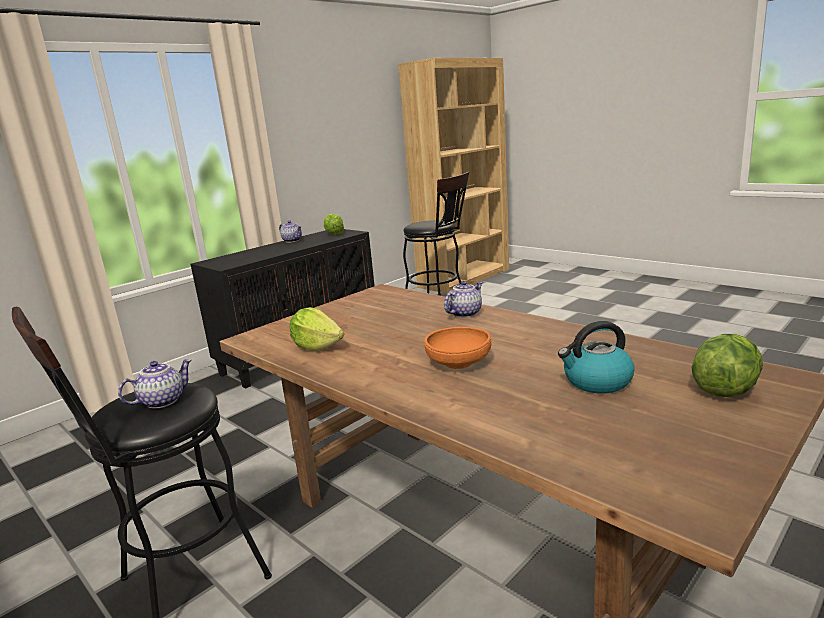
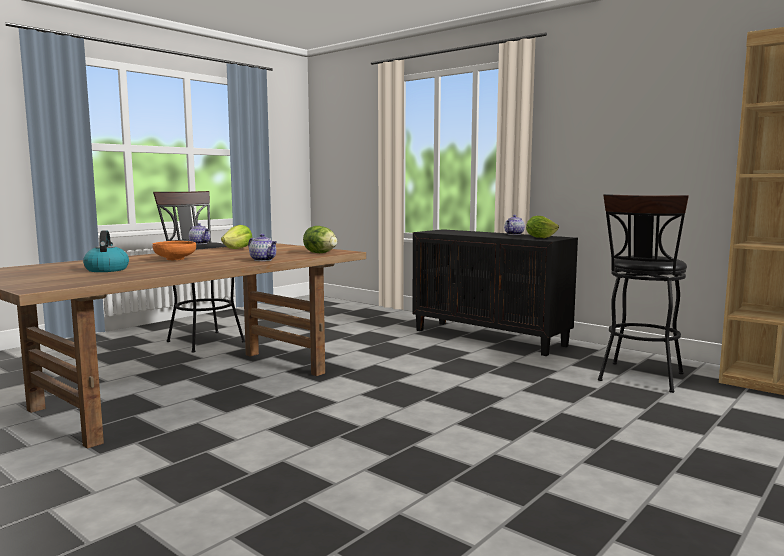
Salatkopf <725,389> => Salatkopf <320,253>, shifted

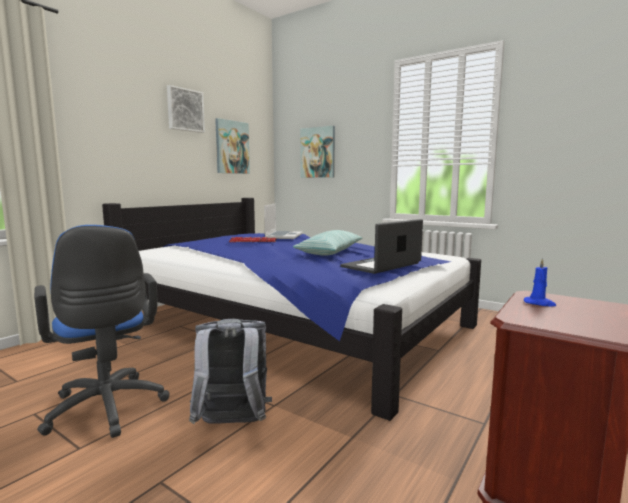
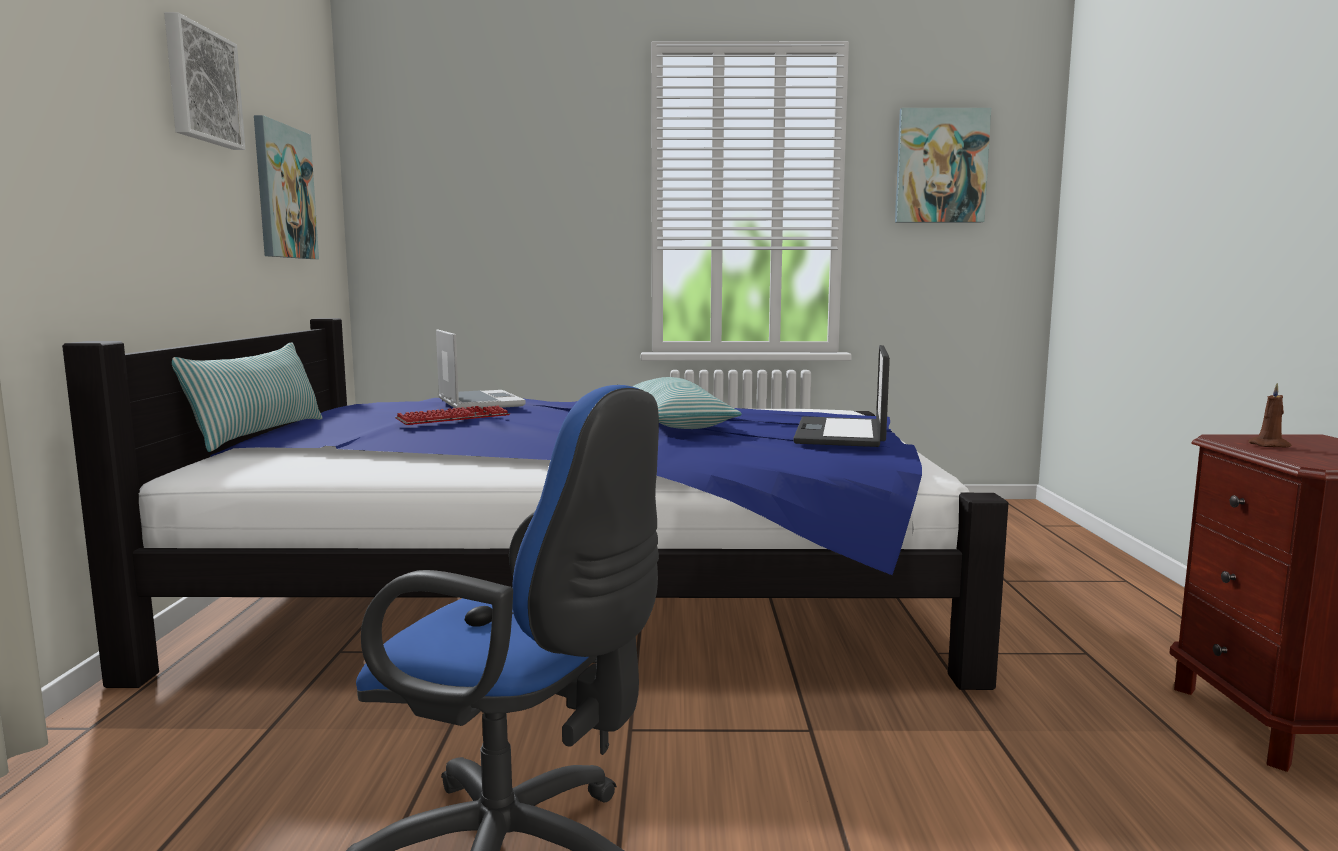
Bild <318,152> => Bild <941,166>, shifted
Kerze [blau] <539,303> => Kerze [braun] <1271,445>
Rucksack [grau] <232,425> => nothing
nothing => Kissen <258,433>

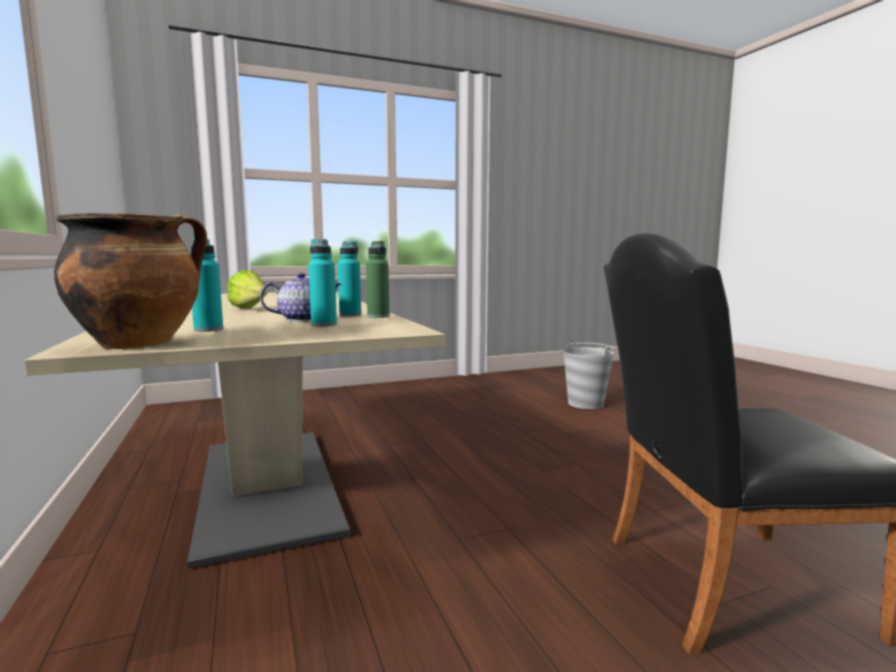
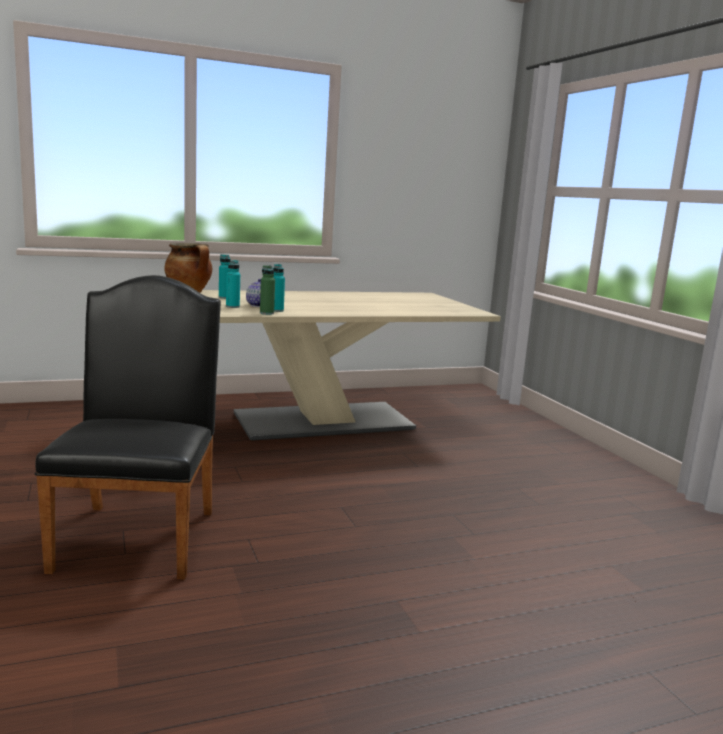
Salatkopf <251,309> => nothing
Eimer [grau] <586,403> => nothing

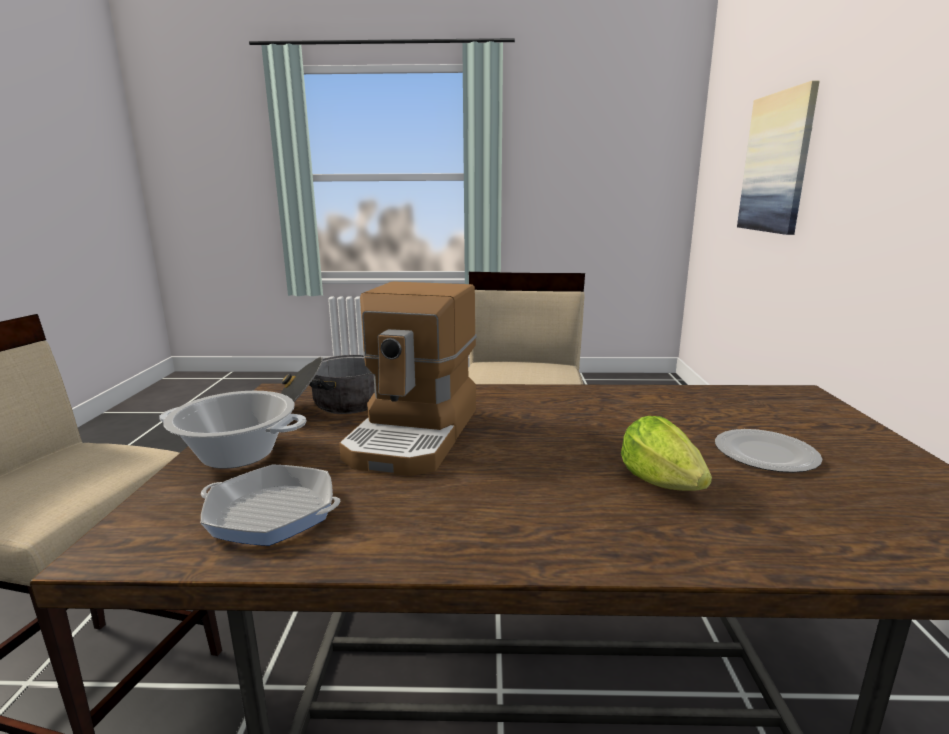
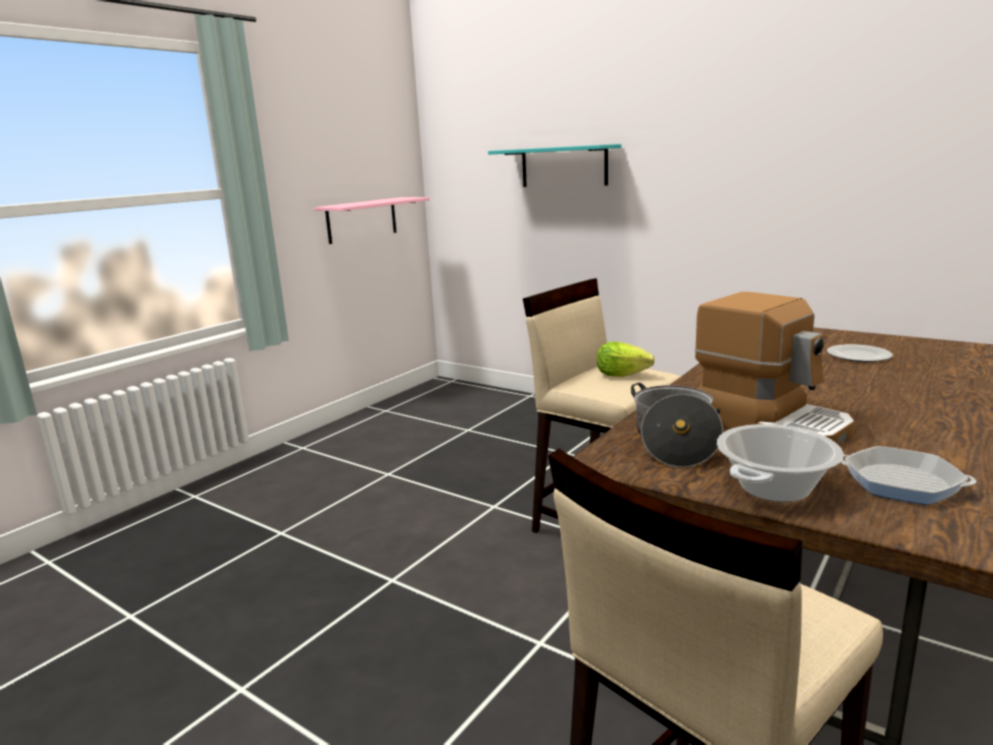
Bild <777,163> => Wandregal [türkis] <564,166>
Salatkopf <661,482> => Salatkopf <621,375>, shifted
Pfanne <271,513> => Pfanne <902,483>, 105 degrees counterclockwise
nothing => Wandregal [rosa] <362,220>

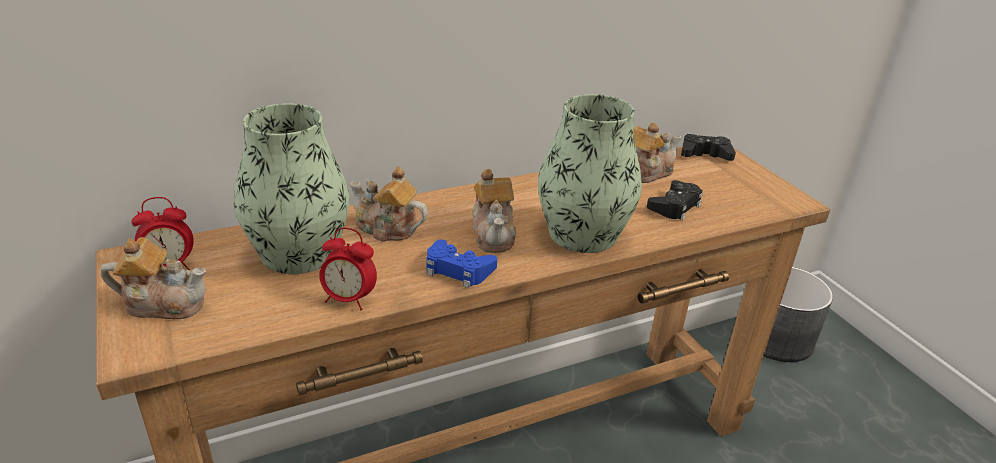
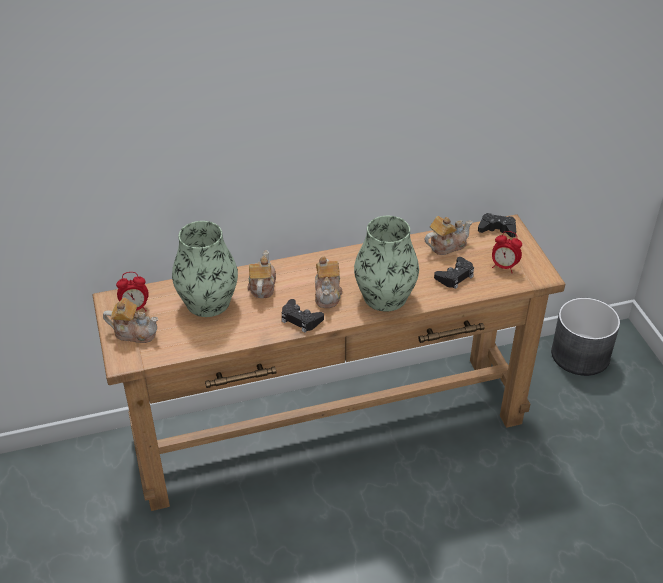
Teekanne <387,229> => Teekanne <262,286>, 60 degrees clockwise
Wecker <349,300> => Wecker <504,267>, shifted
Gamepad [blau] <458,270> => Gamepad [schwarz] <300,319>

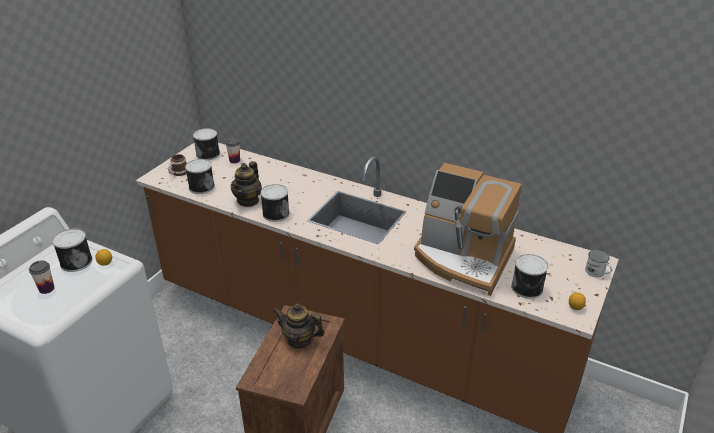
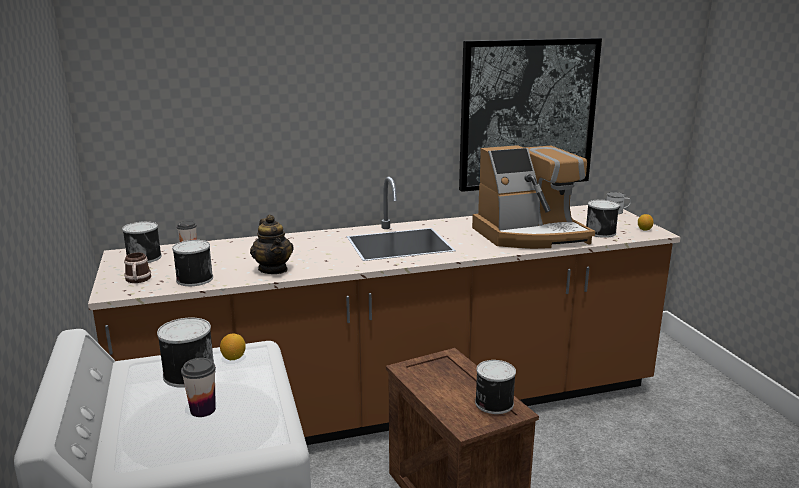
Dose <275,213> => Dose <493,403>, shifted
Teekanne <299,340> => nothing
nothing => Bild <527,114>

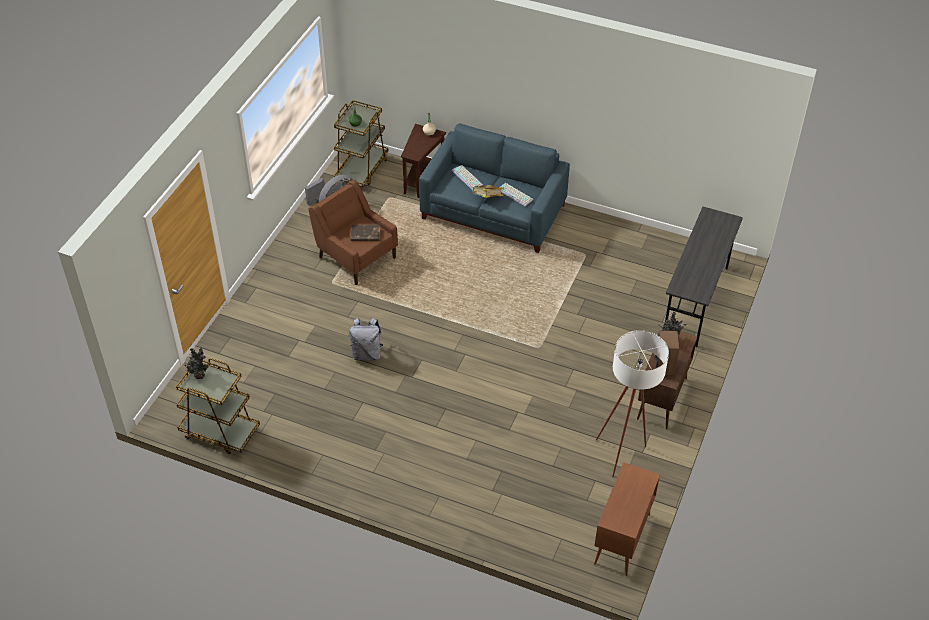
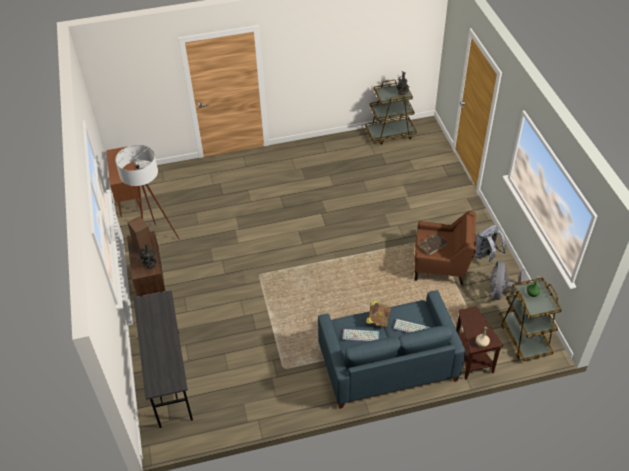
Rucksack [grau] <367,353> => Rucksack [grau] <486,256>, shifted

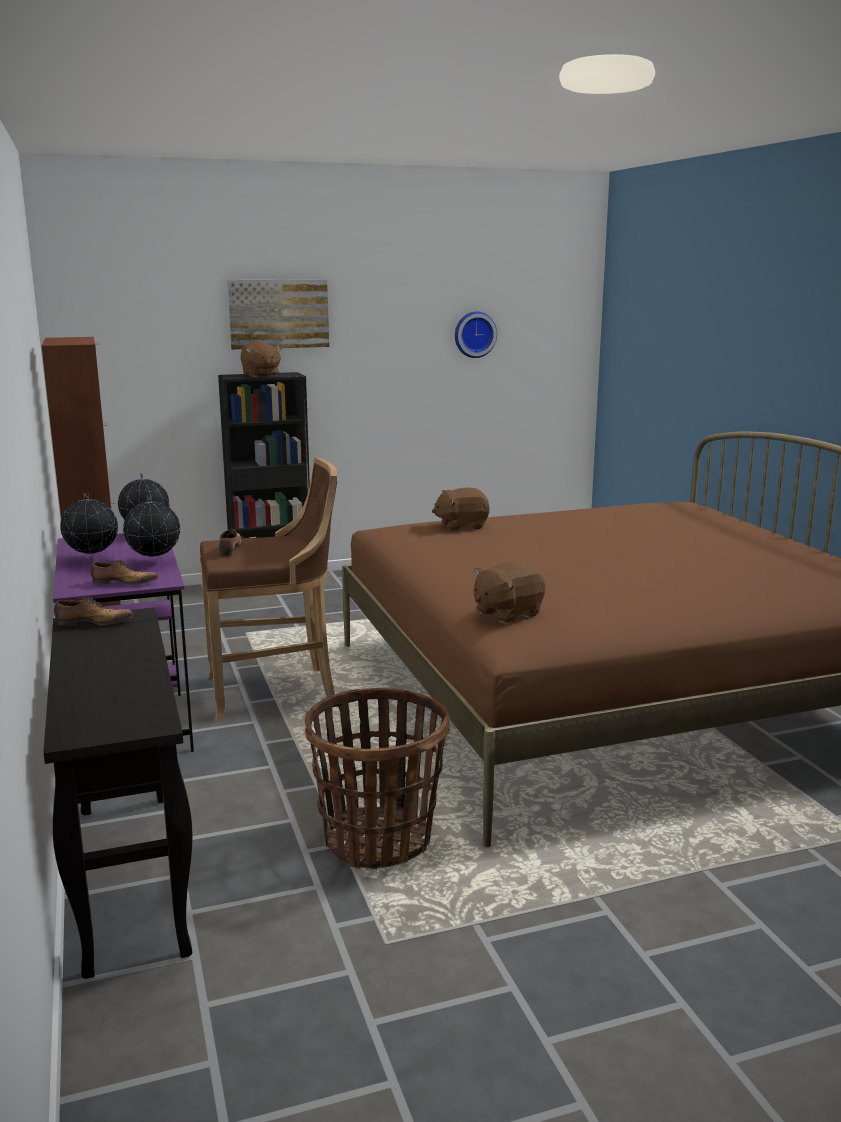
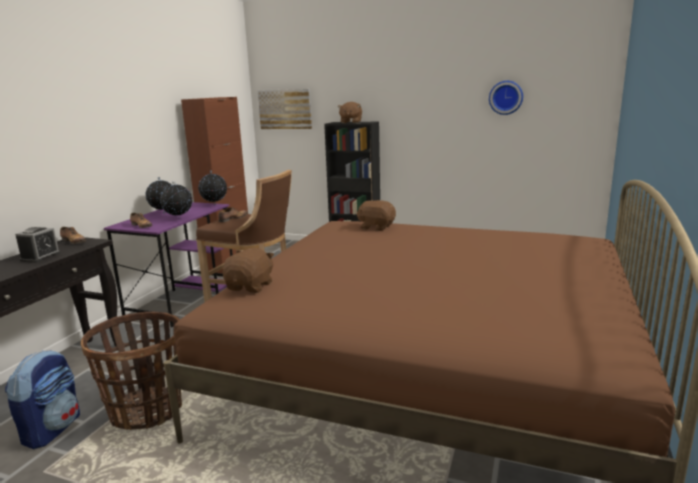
Bild <278,314> => Bild <285,109>, shifted
Plüschtier [braun] <507,613> => Plüschtier [braun] <251,286>, 105 degrees clockwise
nothing => Wecker <40,257>
nothing => Rucksack <52,429>

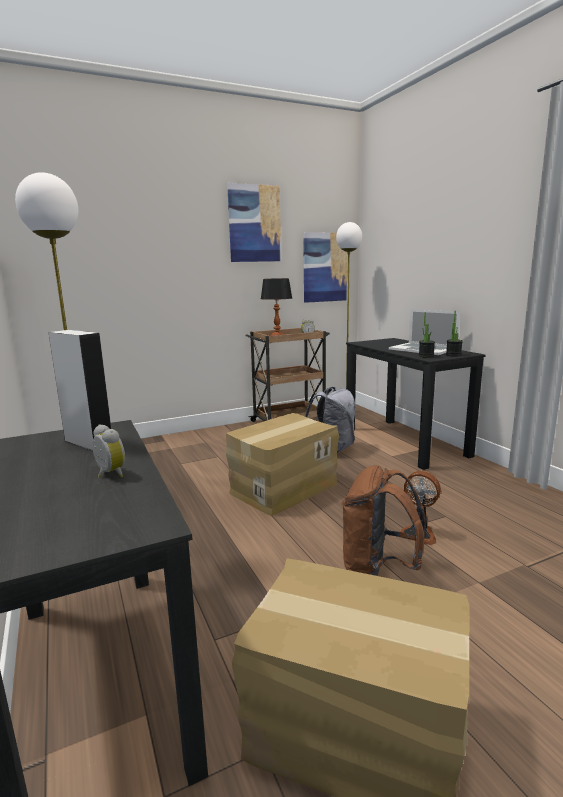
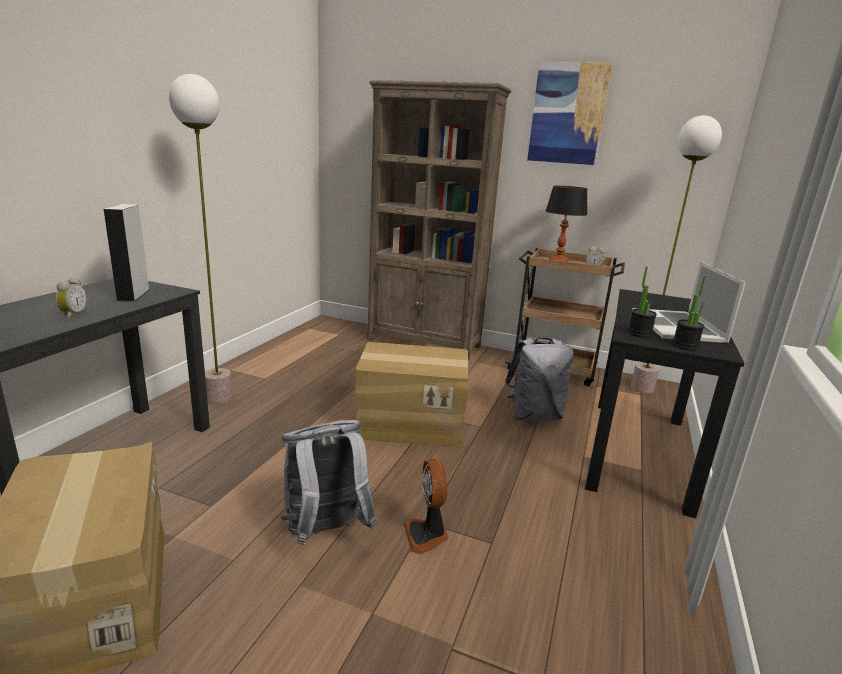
Bild <325,267> => nothing
Rucksack [braun] <378,570> => Rucksack [grau] <325,532>
nothing => Bücherregal [braun] <424,343>

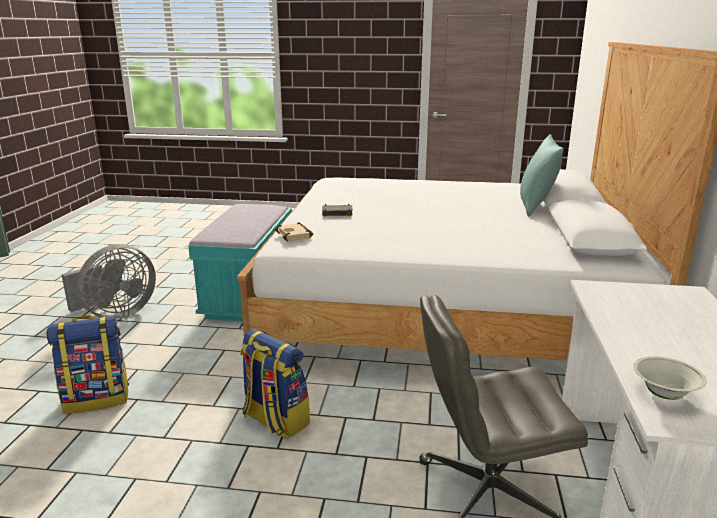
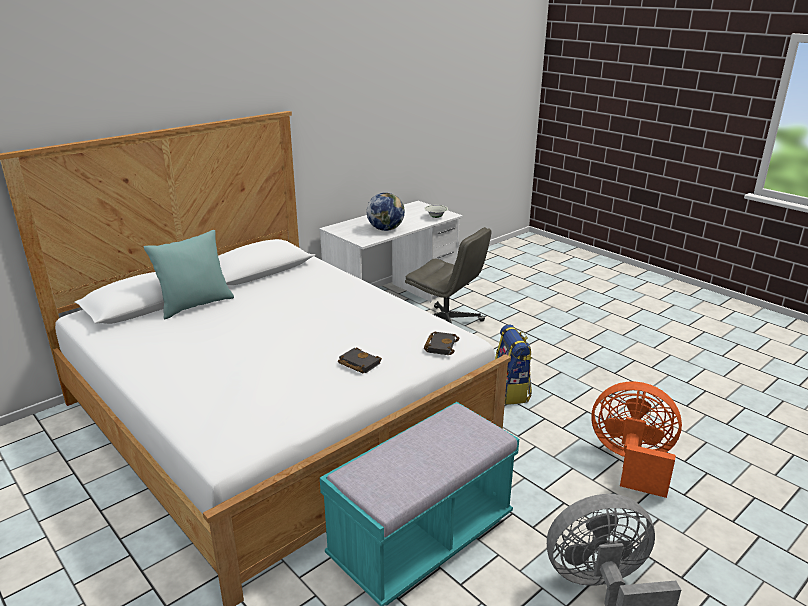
Buch [beige] <295,235> => Buch [schwarz] <440,345>
Rucksack <97,398> => Ventilator [orange] <631,462>
nothing => Globus <385,229>

